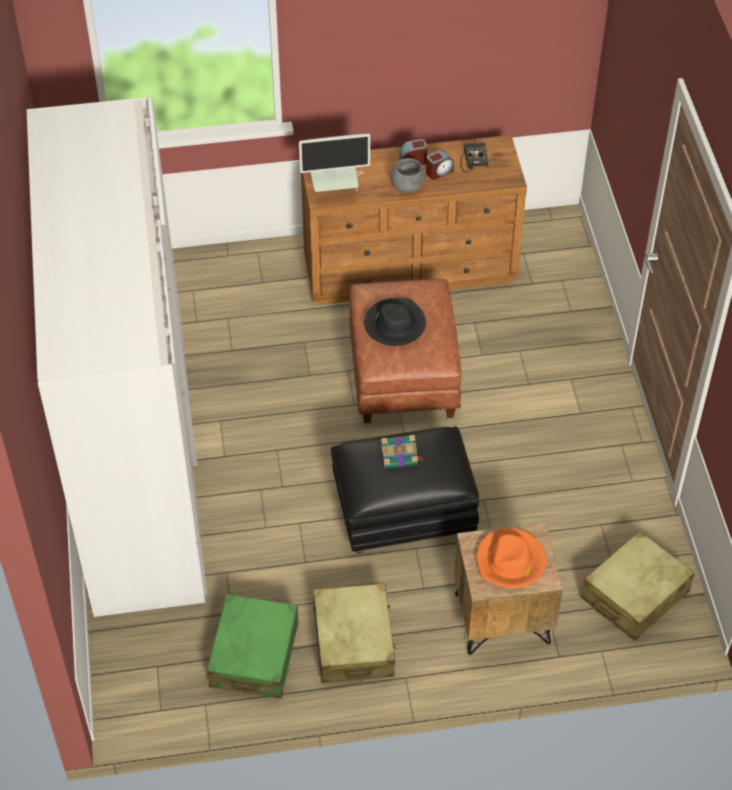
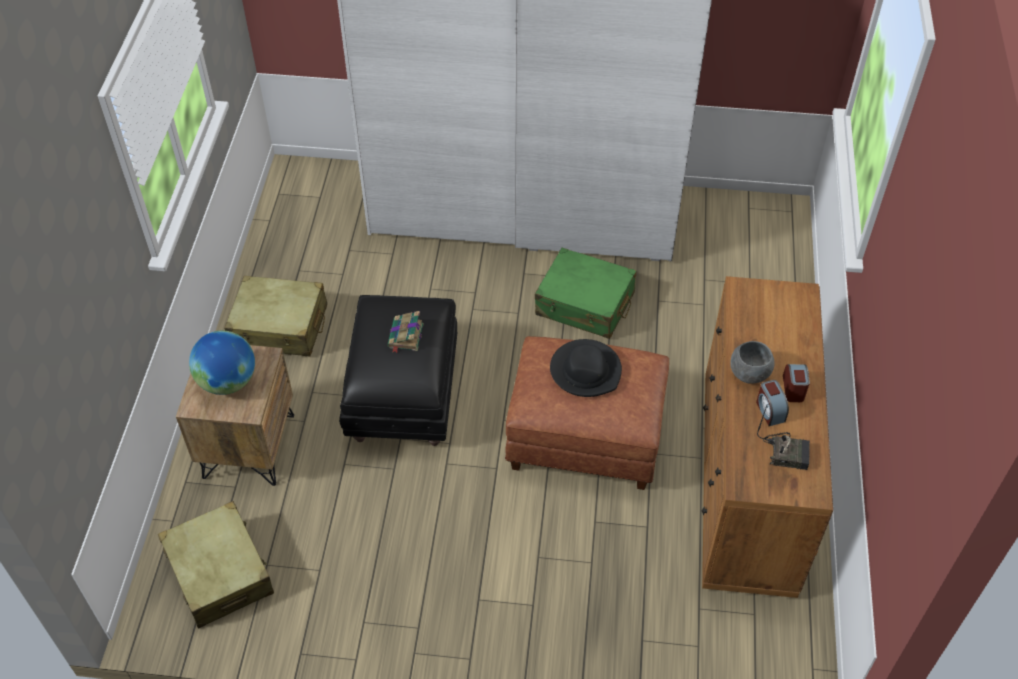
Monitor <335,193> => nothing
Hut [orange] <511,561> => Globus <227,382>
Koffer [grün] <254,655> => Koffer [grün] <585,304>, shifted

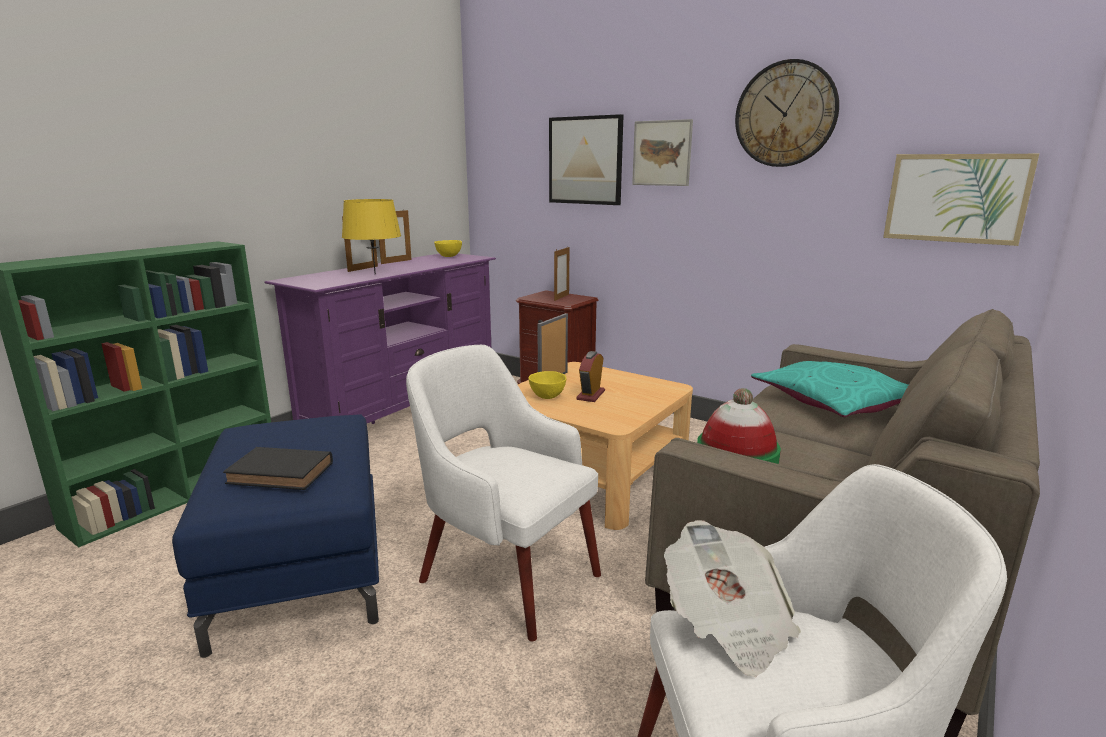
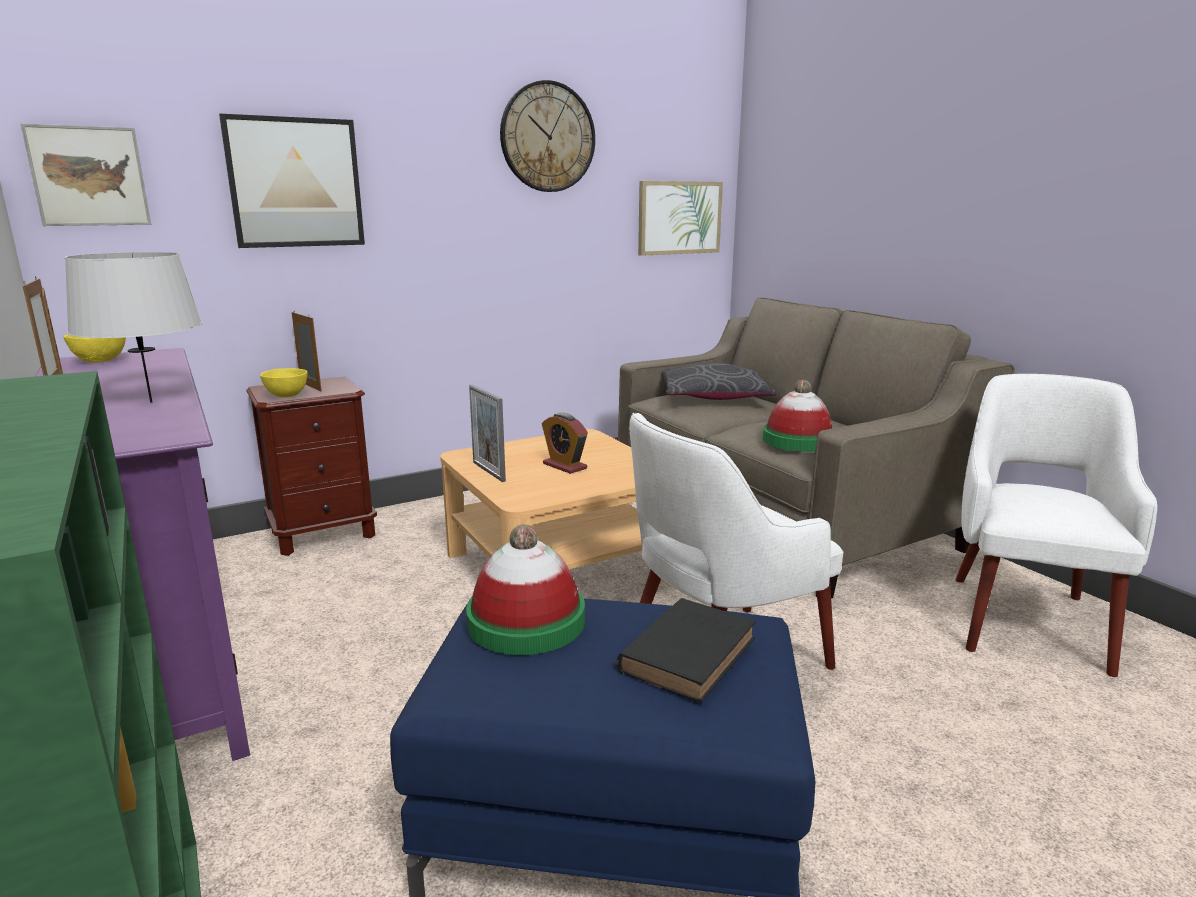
Bild <662,153> => Bild <89,176>, shifted
Tischlampe [gelb] <375,274> => Tischlampe [grau] <152,402>
Kissen [türkis] <835,402> => Kissen [grau] <712,396>
Schüssel [gelb] <547,396> => Schüssel [gelb] <286,395>, shifted
Zeitung <727,623> => nothing
nothing => Hut <526,621>

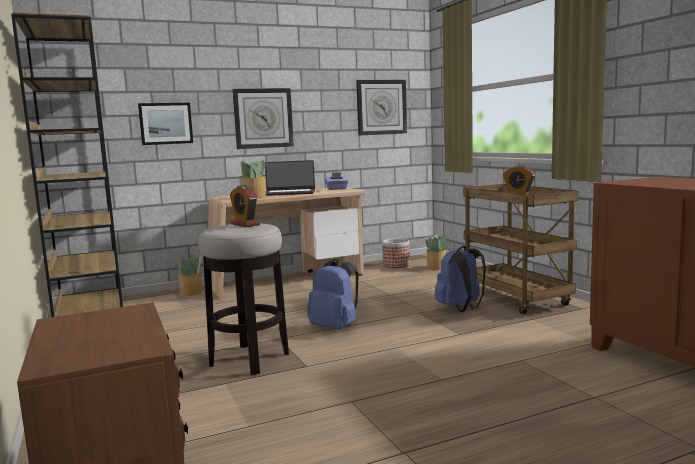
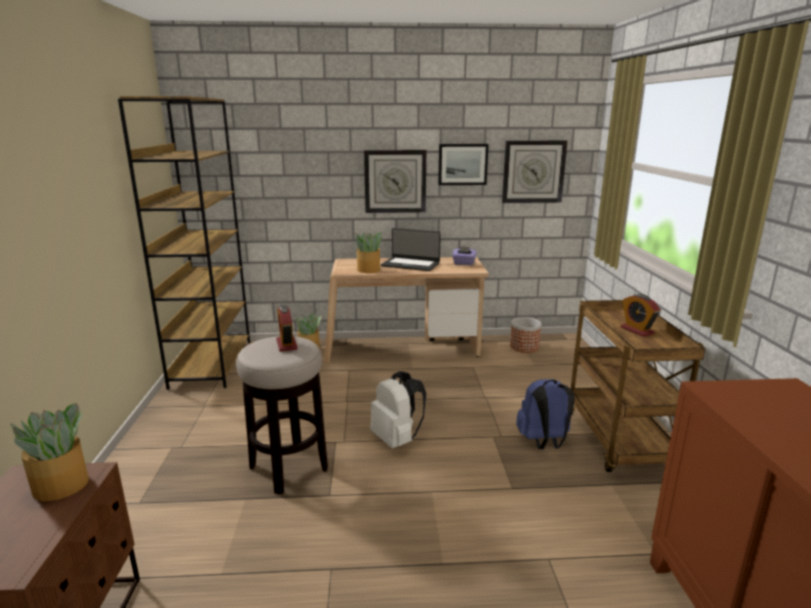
Bild <166,123> => Bild <462,164>, shifted
Topfpflanze <437,267> => Topfpflanze <62,486>, shifted
Rucksack [blau] <336,327> => Rucksack [weiß] <397,439>

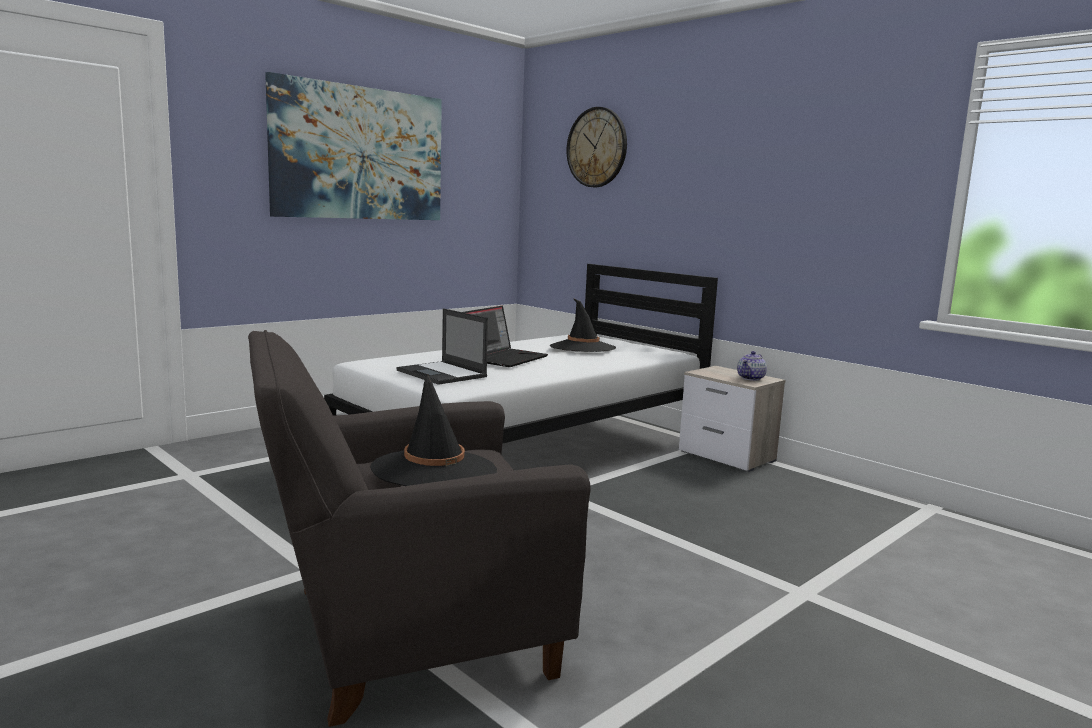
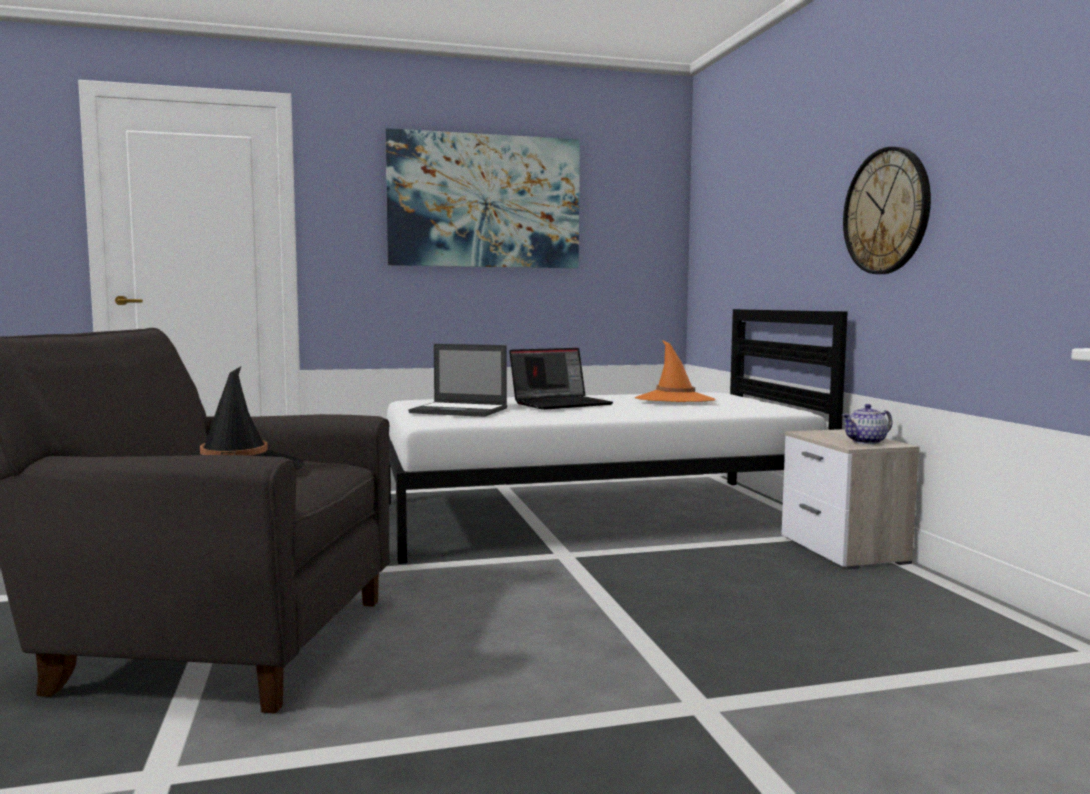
Wanduhr <597,147> => Wanduhr <886,211>, shifted
Hut [schwarz] <582,348> => Hut [orange] <674,400>
Laptop <442,374> => Laptop <460,410>, 60 degrees counterclockwise

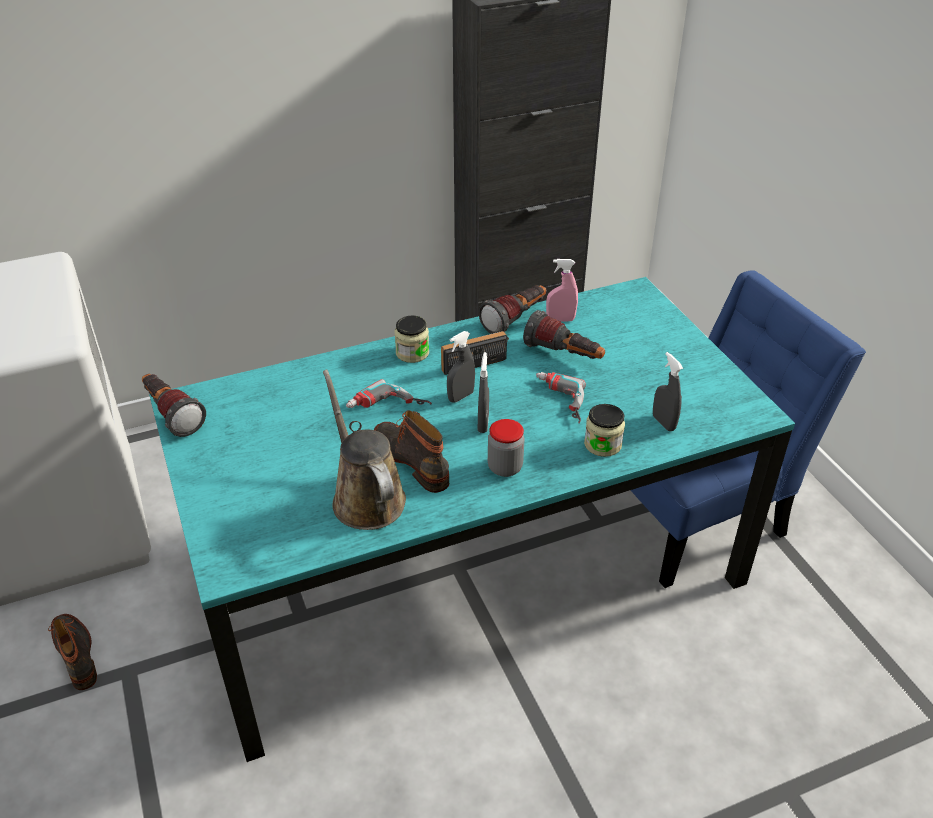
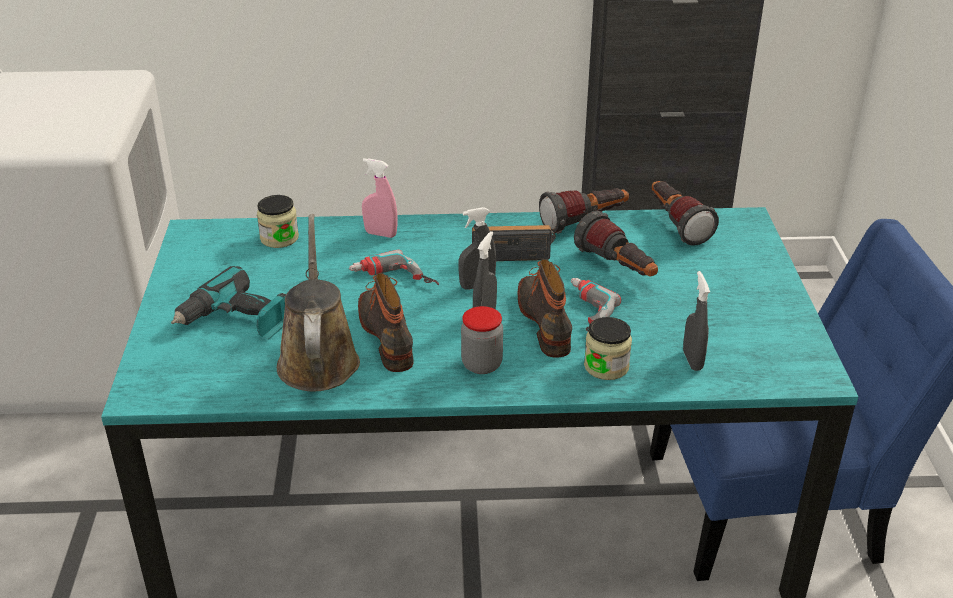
Sprühflasche [rosa] <560,320> => Sprühflasche [rosa] <380,234>, shifted
Vorratsglas <412,353> => Vorratsglas <279,238>, shifted
Taschenlampe <171,415> => Taschenlampe <676,225>, shifted
Stiefel <77,654> => Stiefel <546,321>, shifted
nothing => Bohrmaschine <236,321>

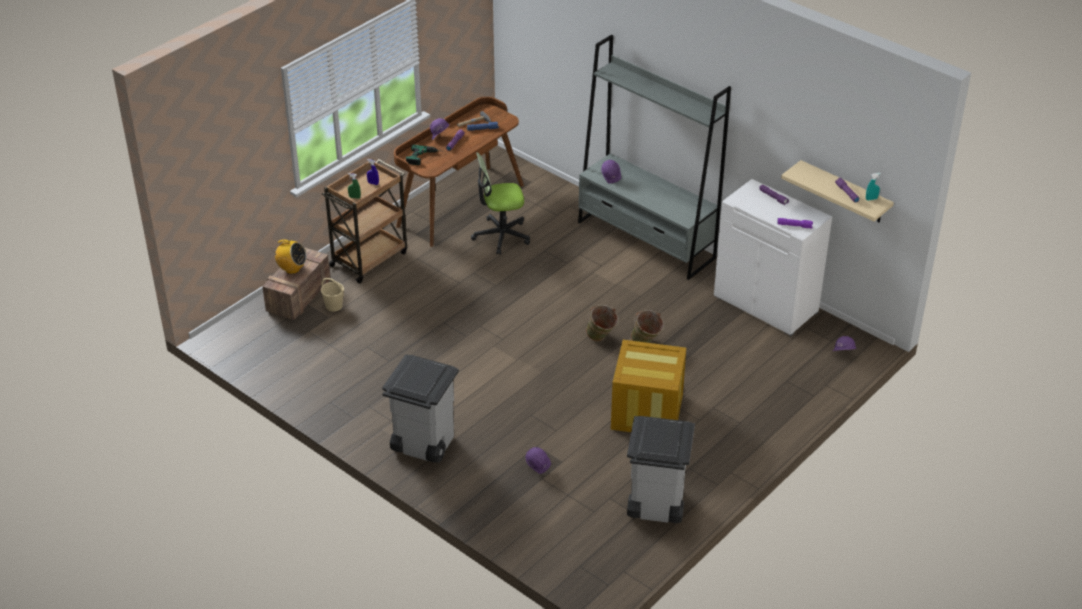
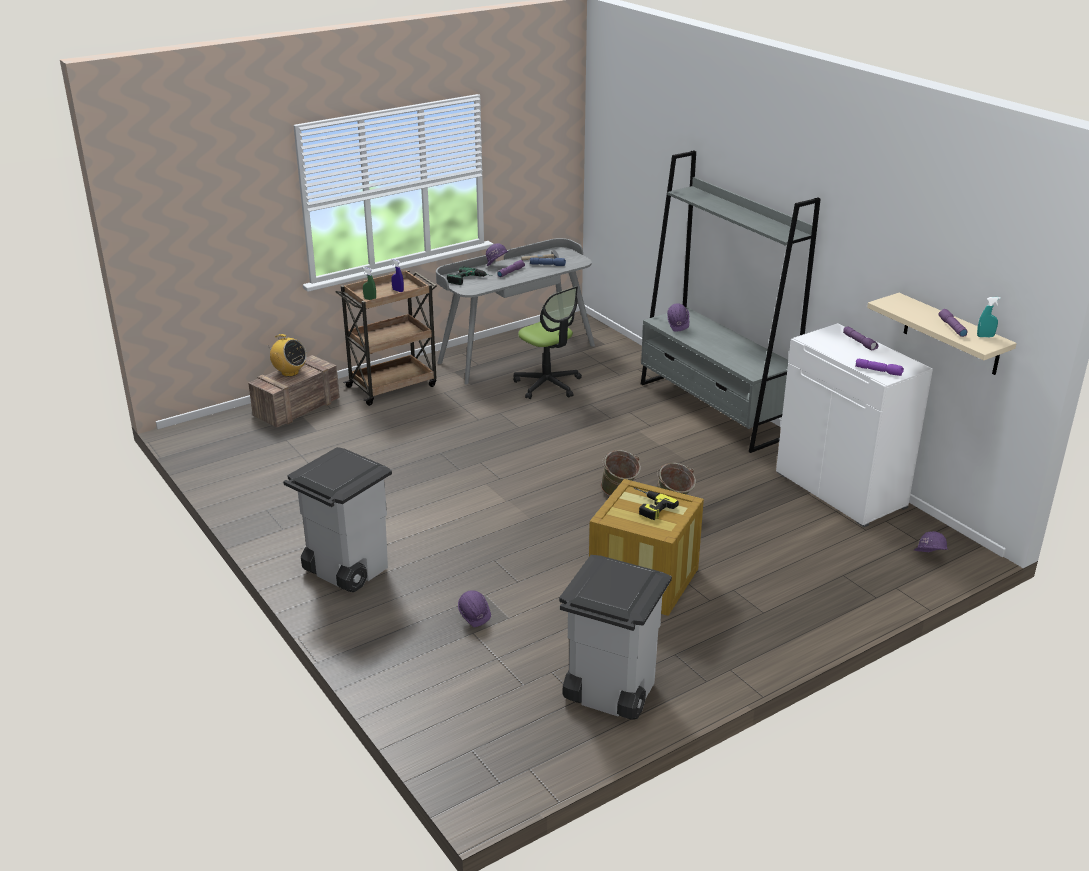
Schreibtisch [braun] <459,205> => Schreibtisch [grau] <516,353>
Bürostuhl <501,236> => Bürostuhl <548,385>, 135 degrees counterclockwise
Eimer [beige] <333,306> => nothing
nothing => Bohrmaschine <647,506>

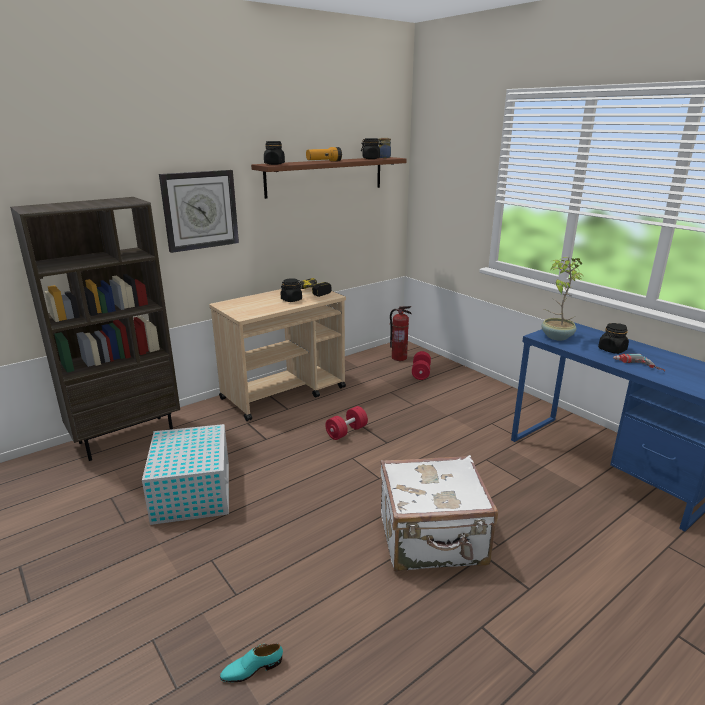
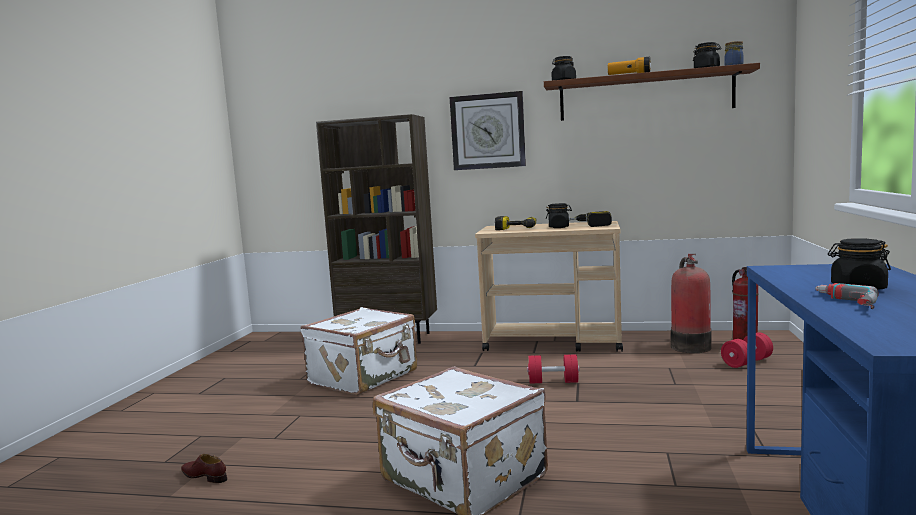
Topfpflanze <556,337> => nothing
Aufbewahrungsbox [weiß] <193,491> => Koffer [weiß] <365,377>
Schuh [türkis] <252,669> => Schuh [braun] <204,476>
nothing => Bohrmaschine <517,228>
nothing => Feuerlöscher <689,346>

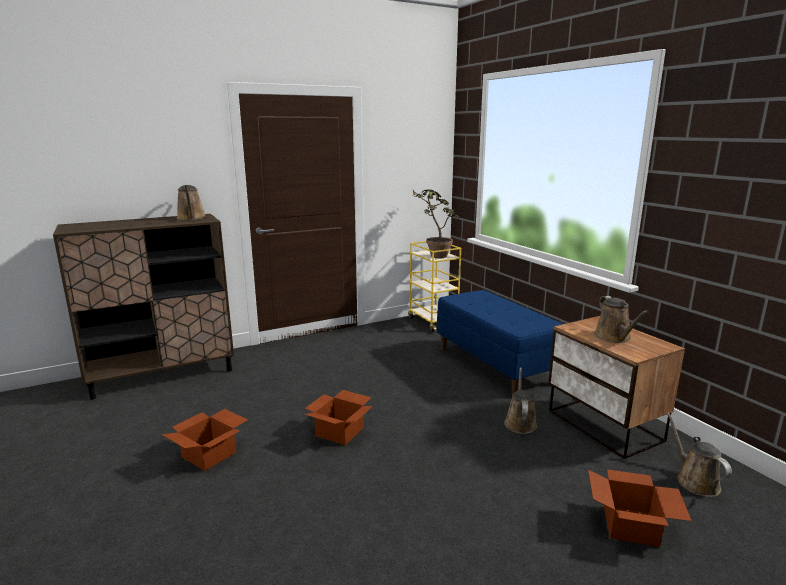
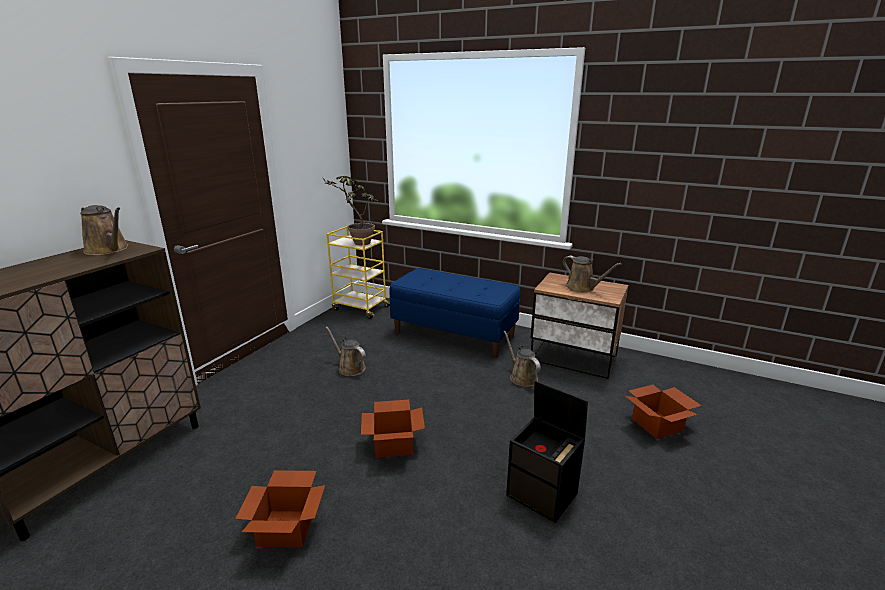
Gießkanne [braun] <694,481> => Gießkanne [braun] <349,368>, shifted
nothing => Aufbewahrungsbox [schwarz] <543,494>

